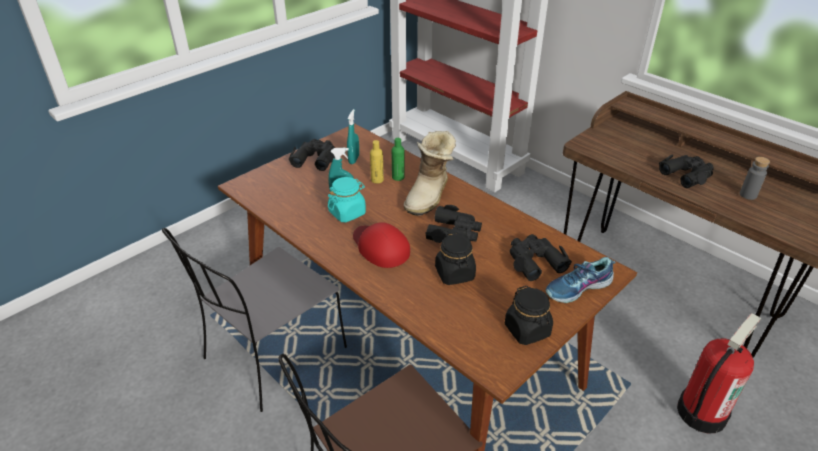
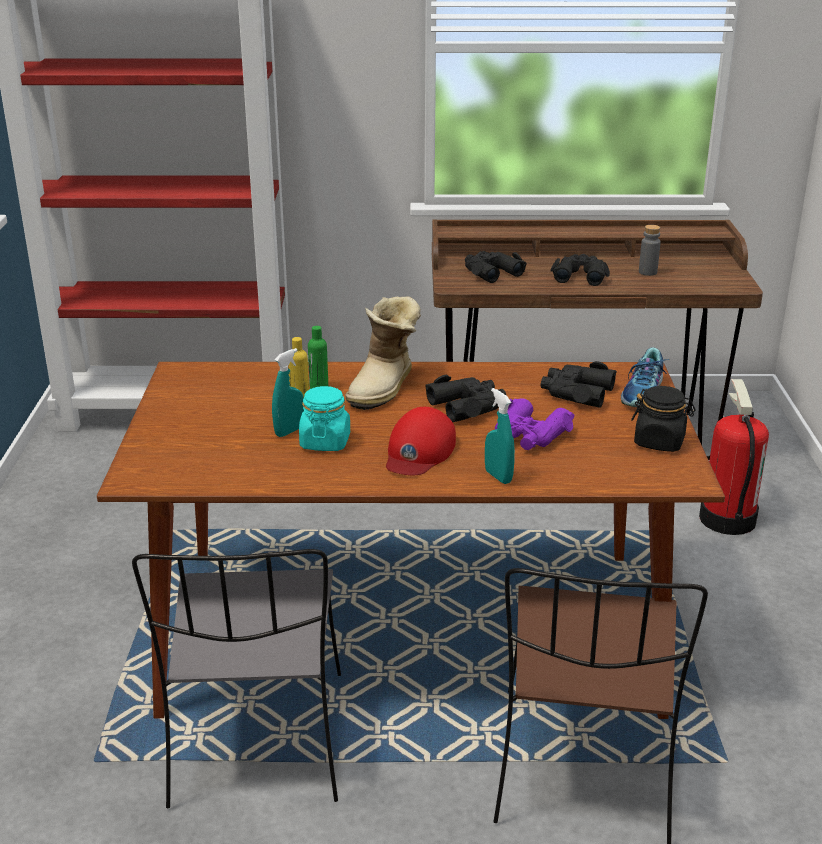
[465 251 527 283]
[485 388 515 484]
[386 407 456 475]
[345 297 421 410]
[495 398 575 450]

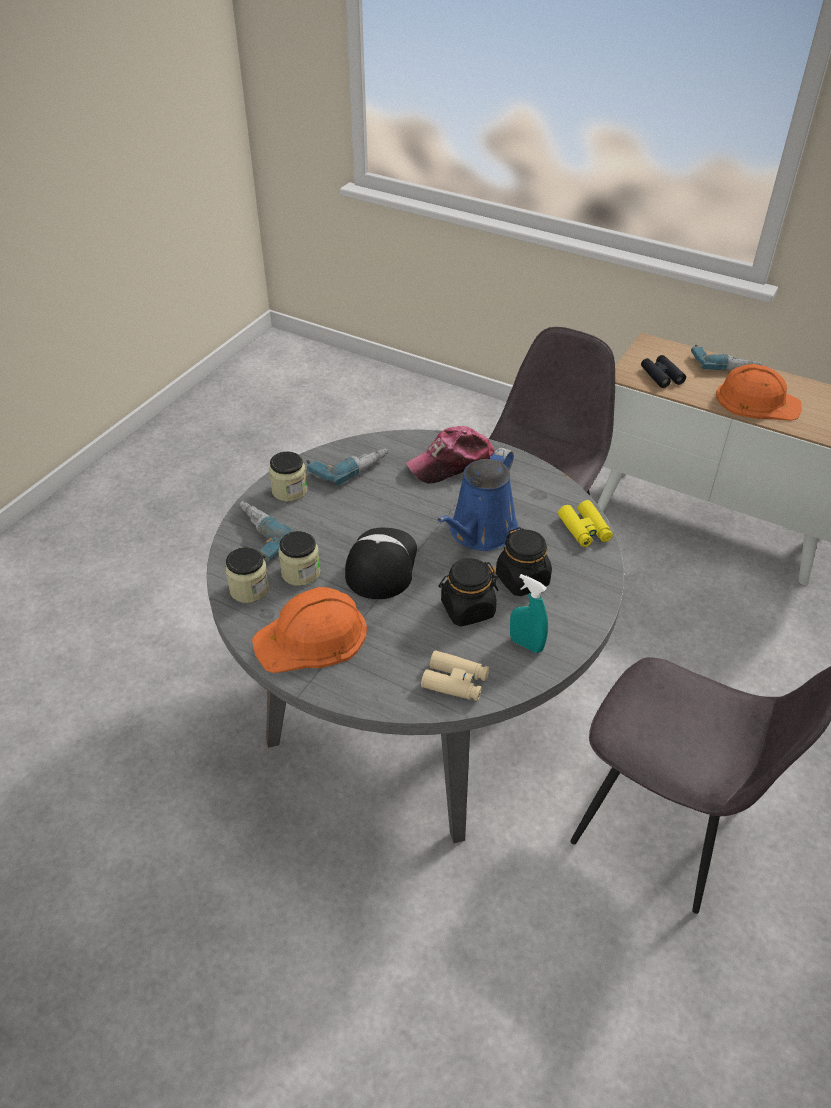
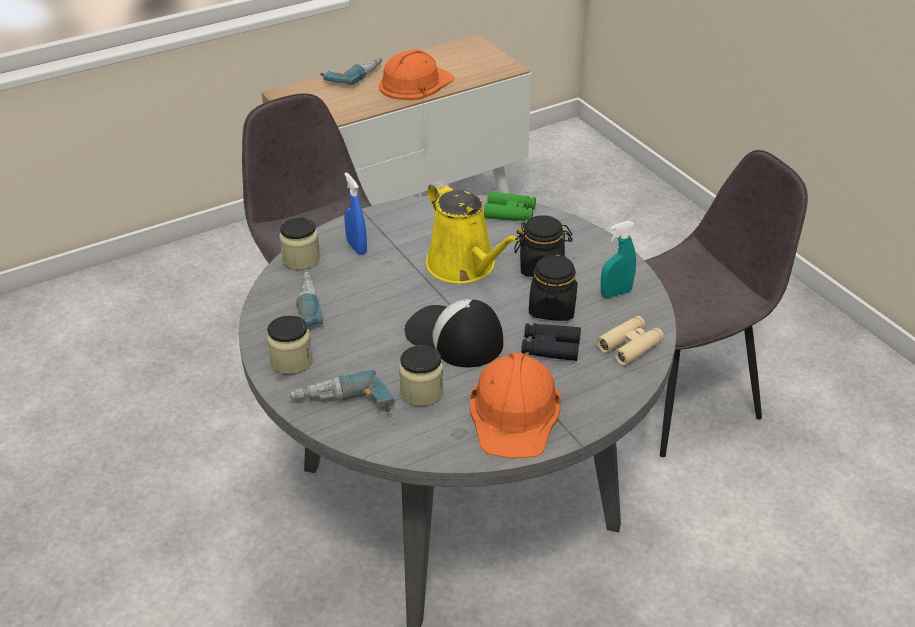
[279 217 320 270]
[344 172 367 255]
[426 181 519 284]
[484 191 536 221]
[521 323 581 361]

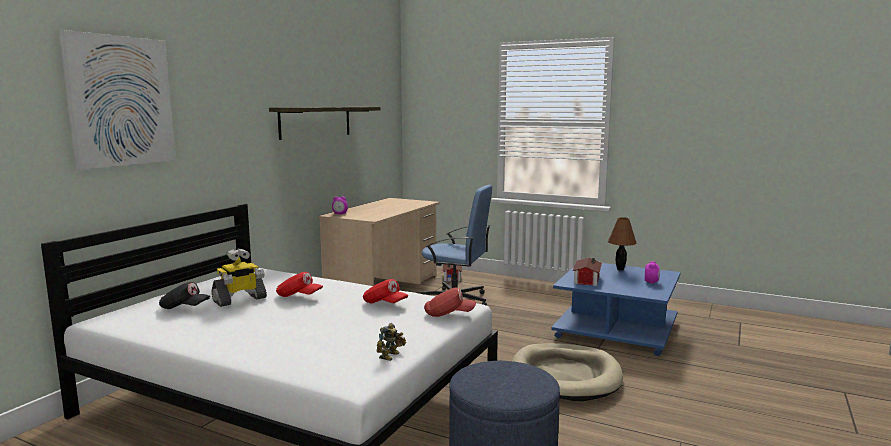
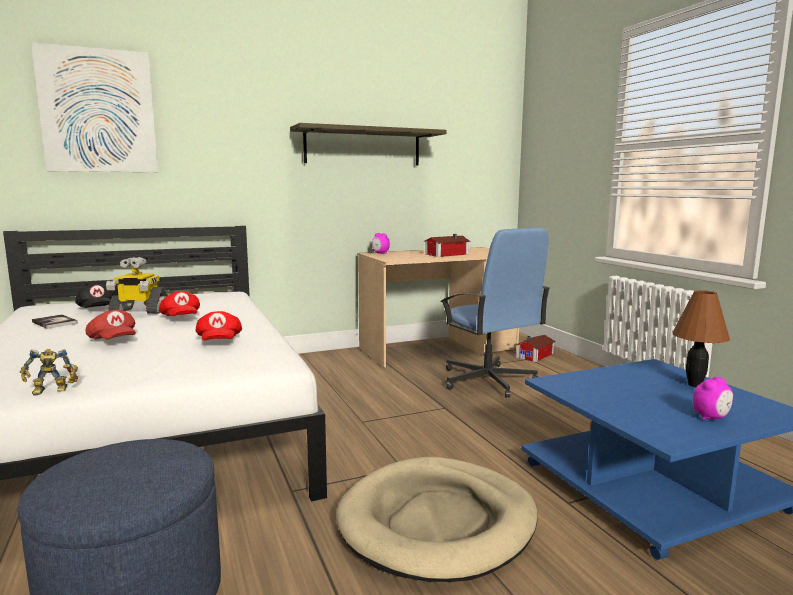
[85 310 136 339]
[425 234 471 257]
[32 314 78 329]

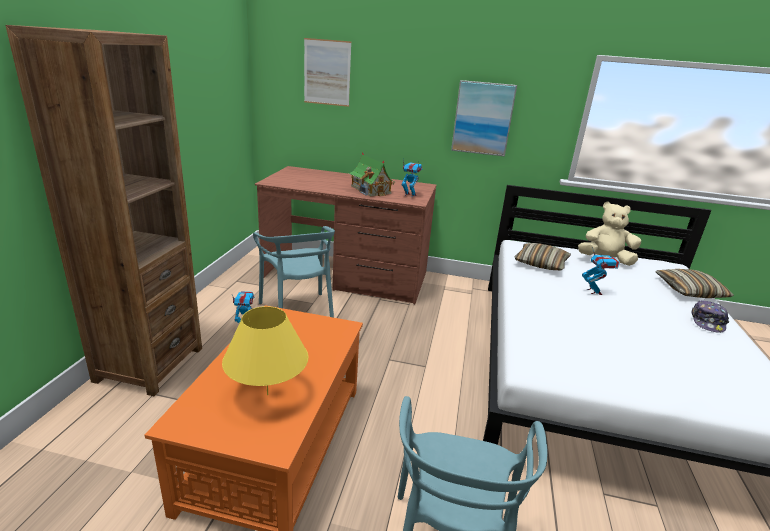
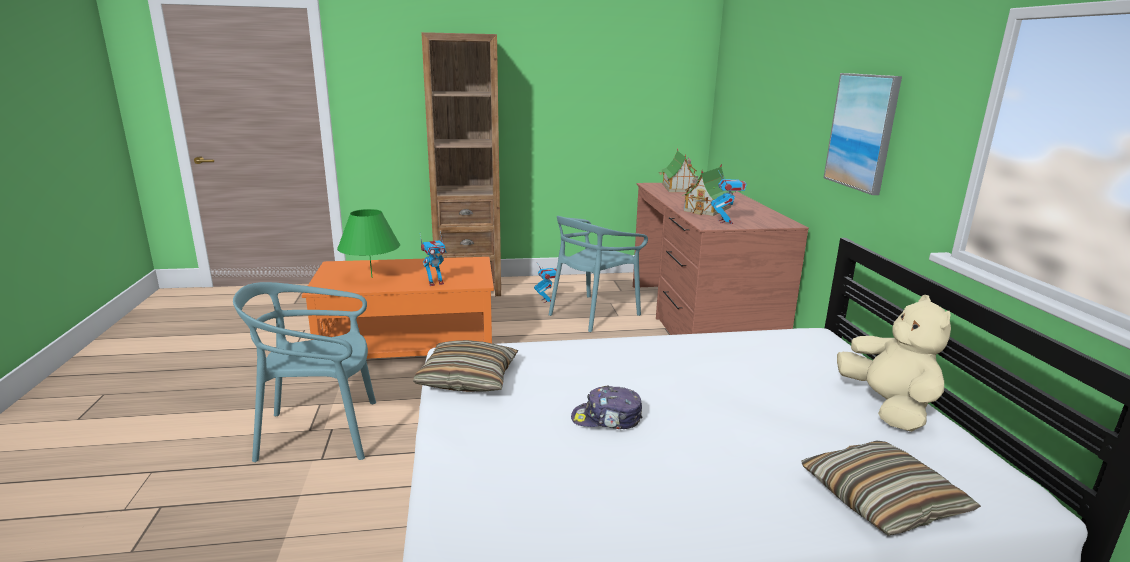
[337 209 400 278]
[304 38 351 107] (first image)
[413 340 518 392]
[420 231 447 286]
[571 386 643 429]
[658 149 699 192]

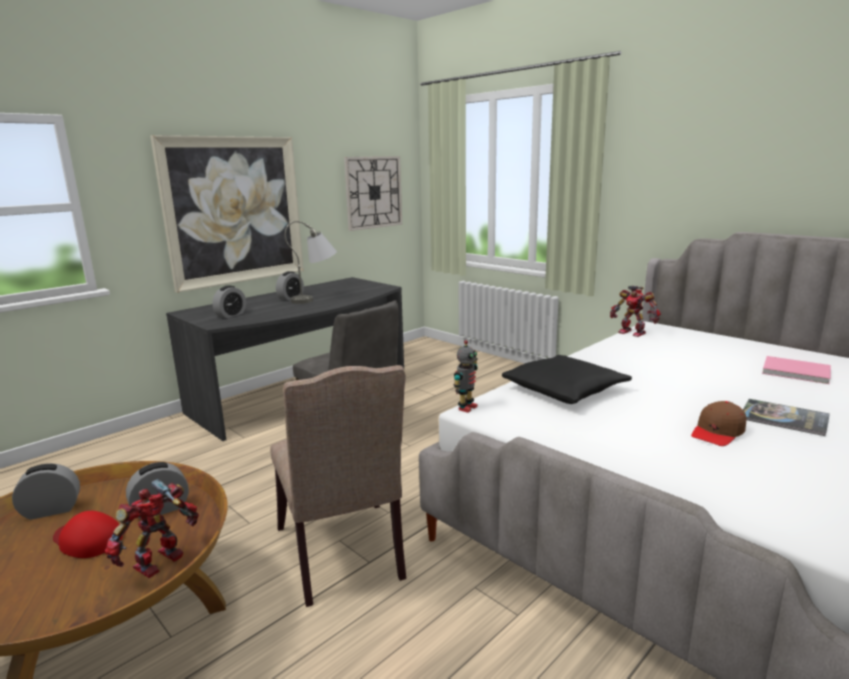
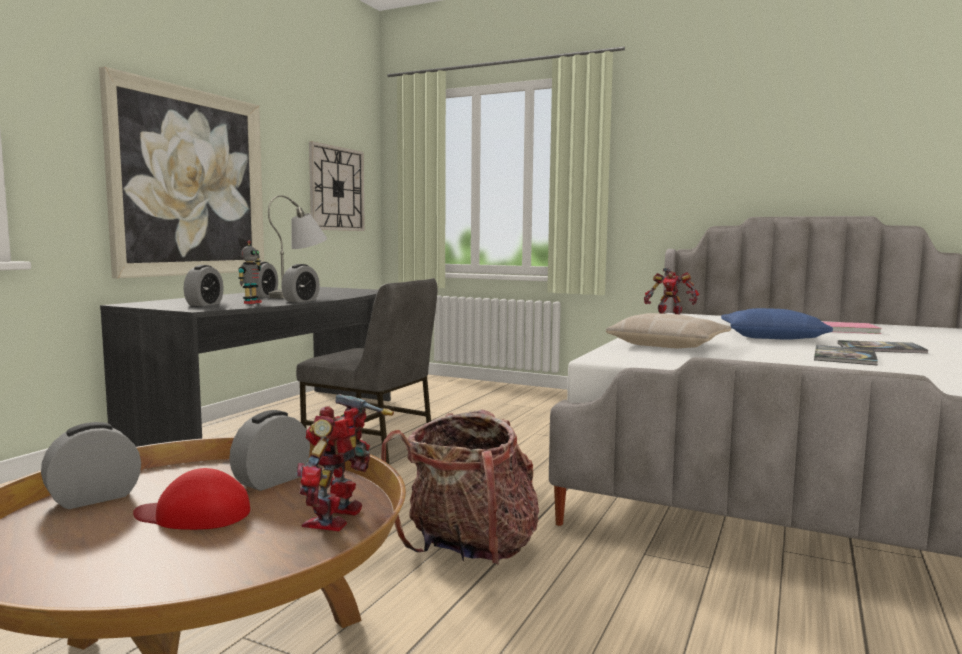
[381 409 539 565]
[238 240 262 304]
[606 313 731 348]
[814 345 878 366]
[281 264 320 302]
[721 308 833 340]

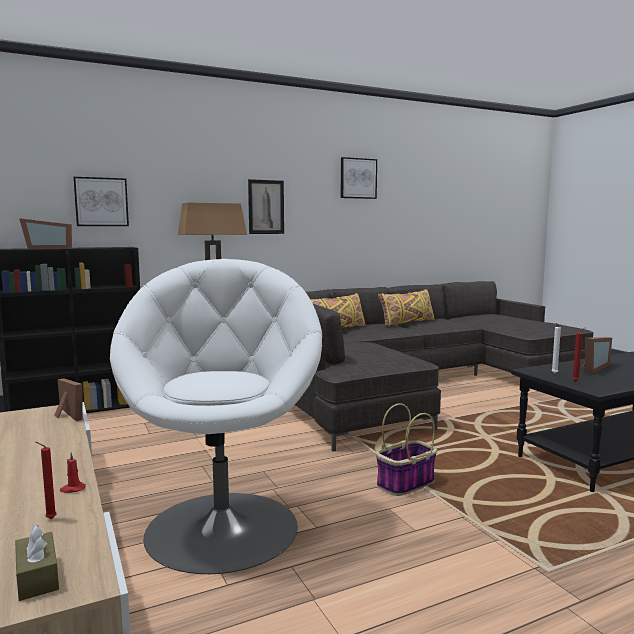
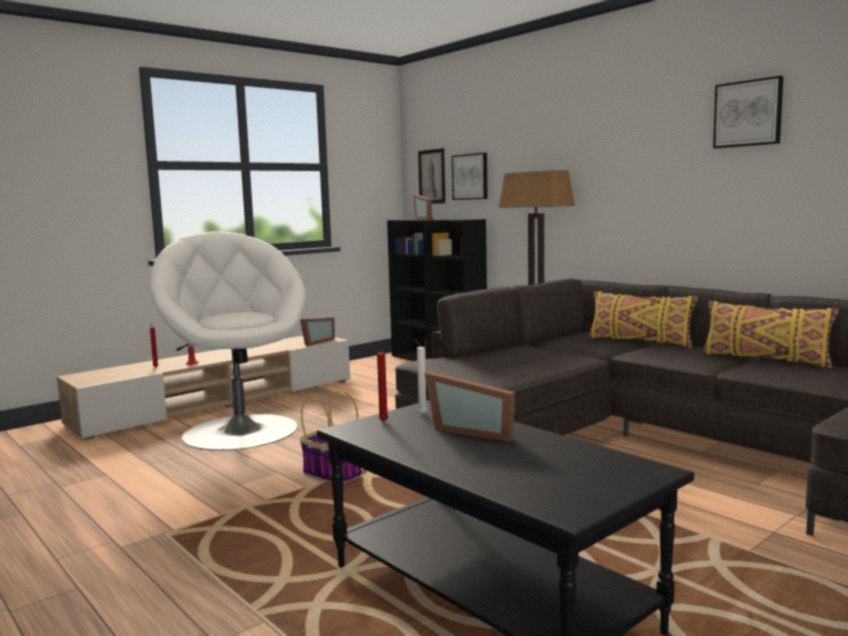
[15 524 59 601] (first image)
[150 231 306 450]
[418 148 445 204]

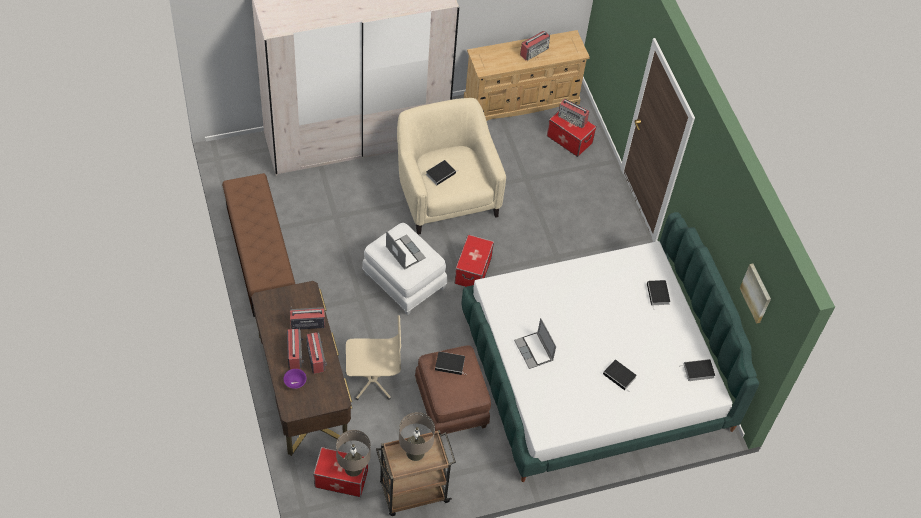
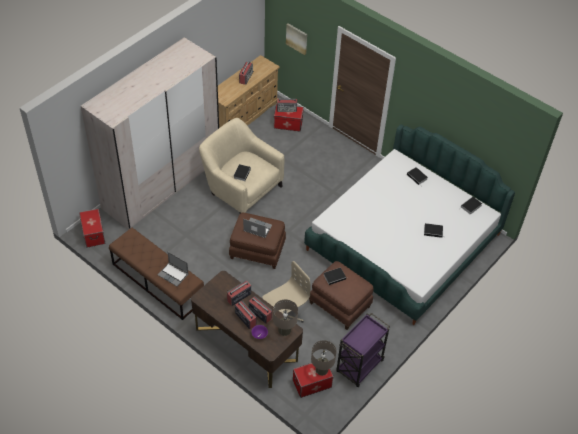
[229 213 286 269]
[336 313 390 387]
[273 300 298 336]
[79 209 105 248]
[157 252 188 287]
[286 23 307 55]

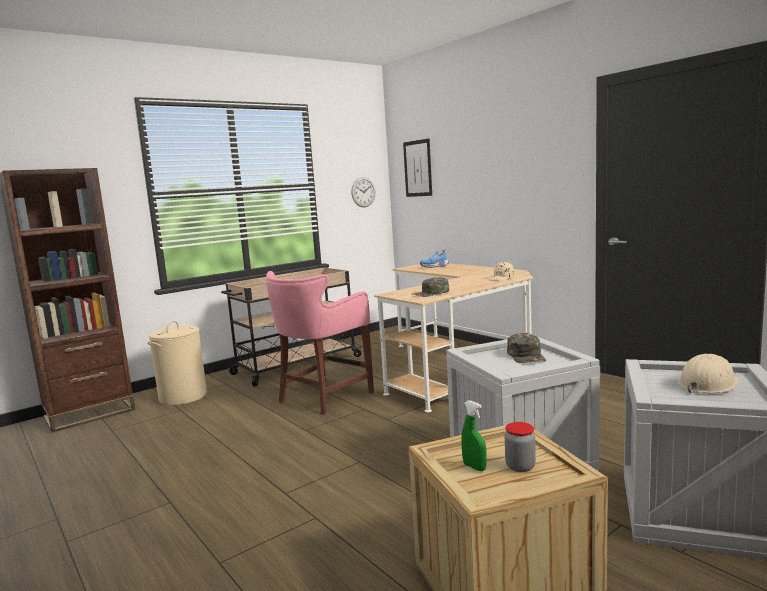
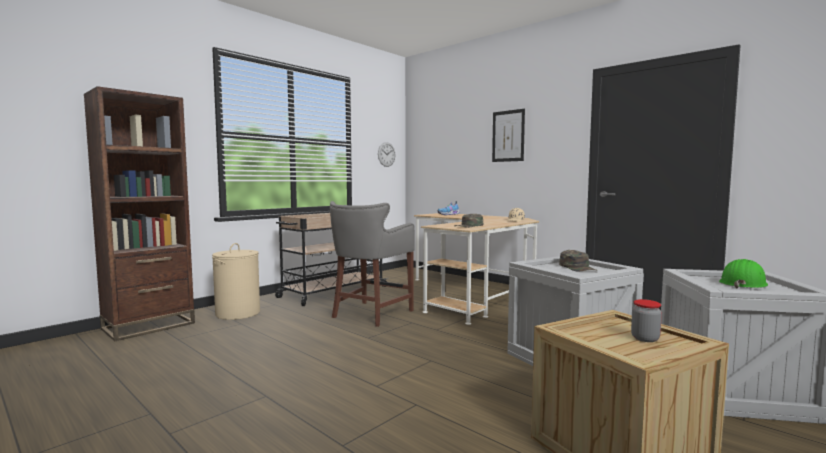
[330 201 415 327]
[492 109 525 162]
[462 400 487 471] (first image)
[719 259 768 289]

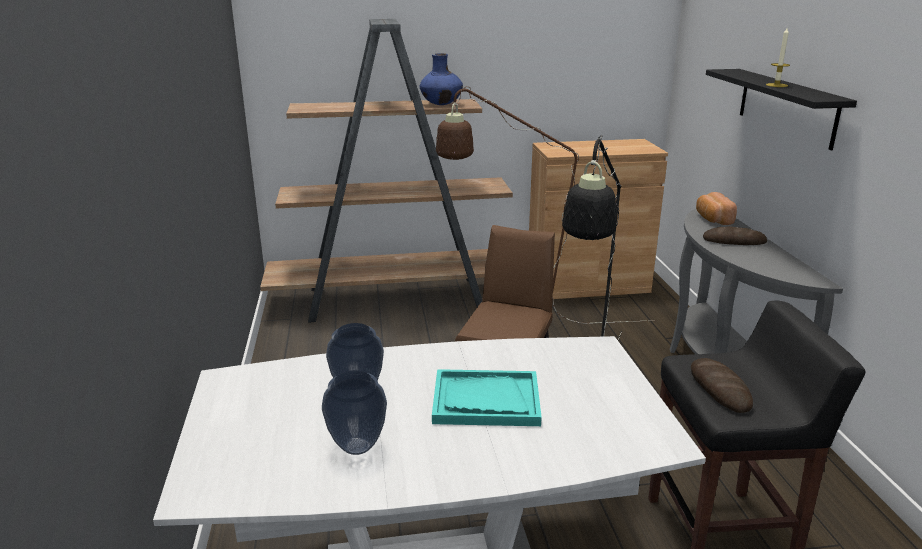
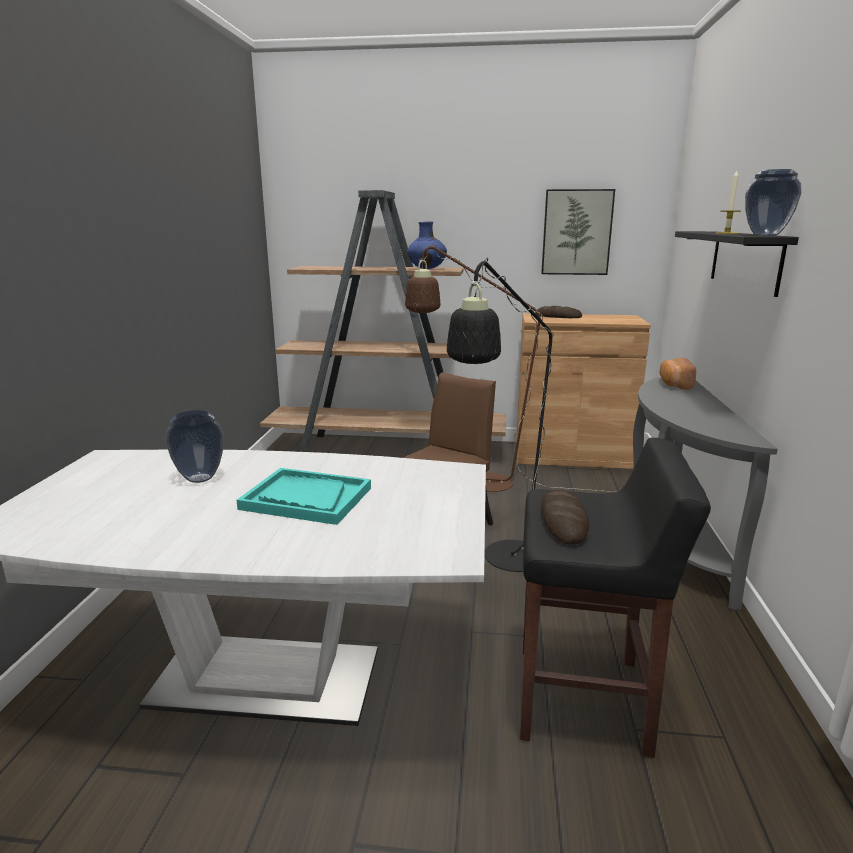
[745 169 801 236]
[535 306 582 318]
[541 189 615 275]

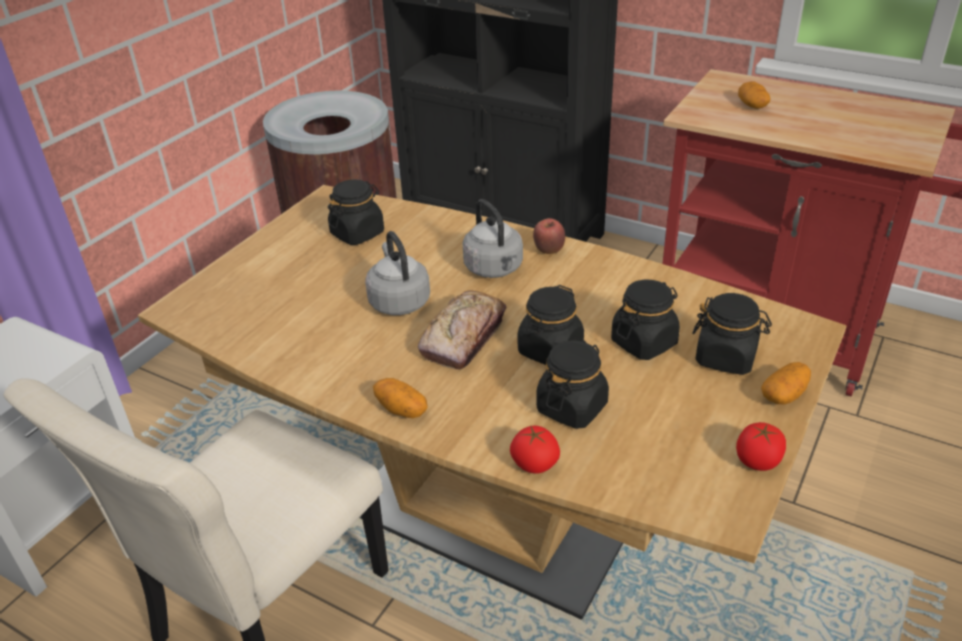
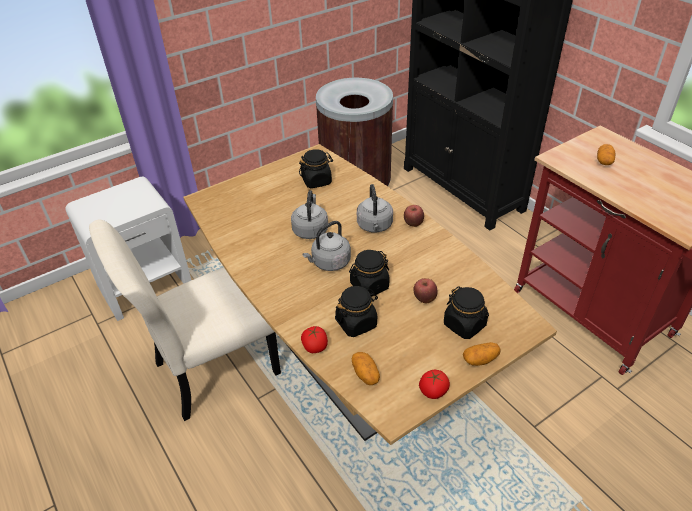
[352 352 380 385]
[302 221 351 271]
[413 278 437 303]

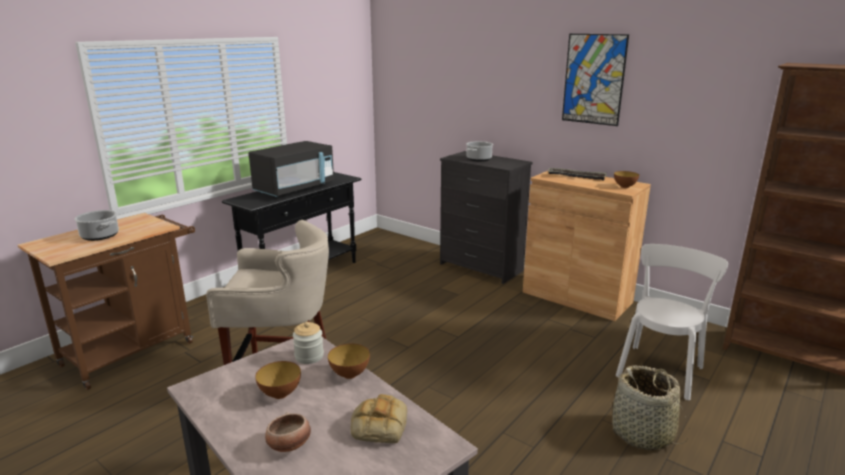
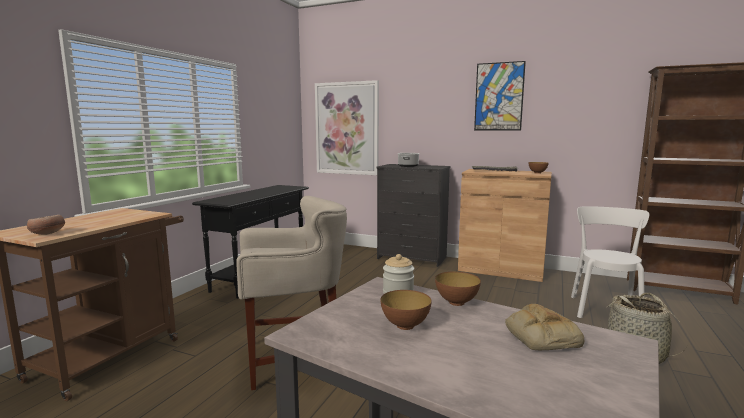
[74 210 119 241] (first image)
[249 141 334 197] (first image)
[27 215 65 235]
[315 80 379 175]

